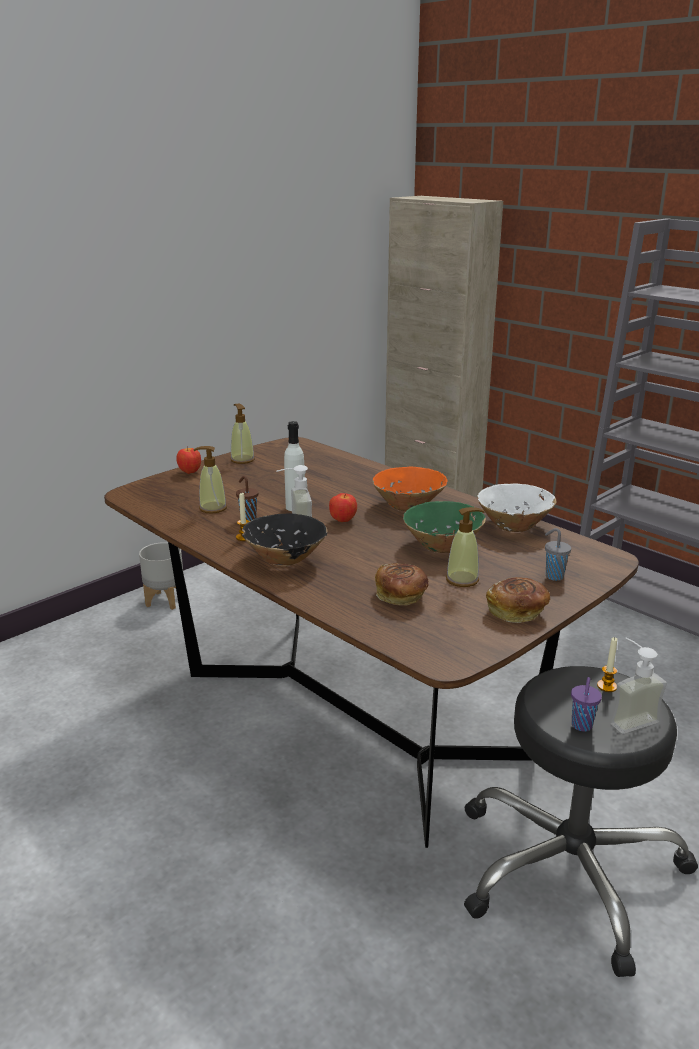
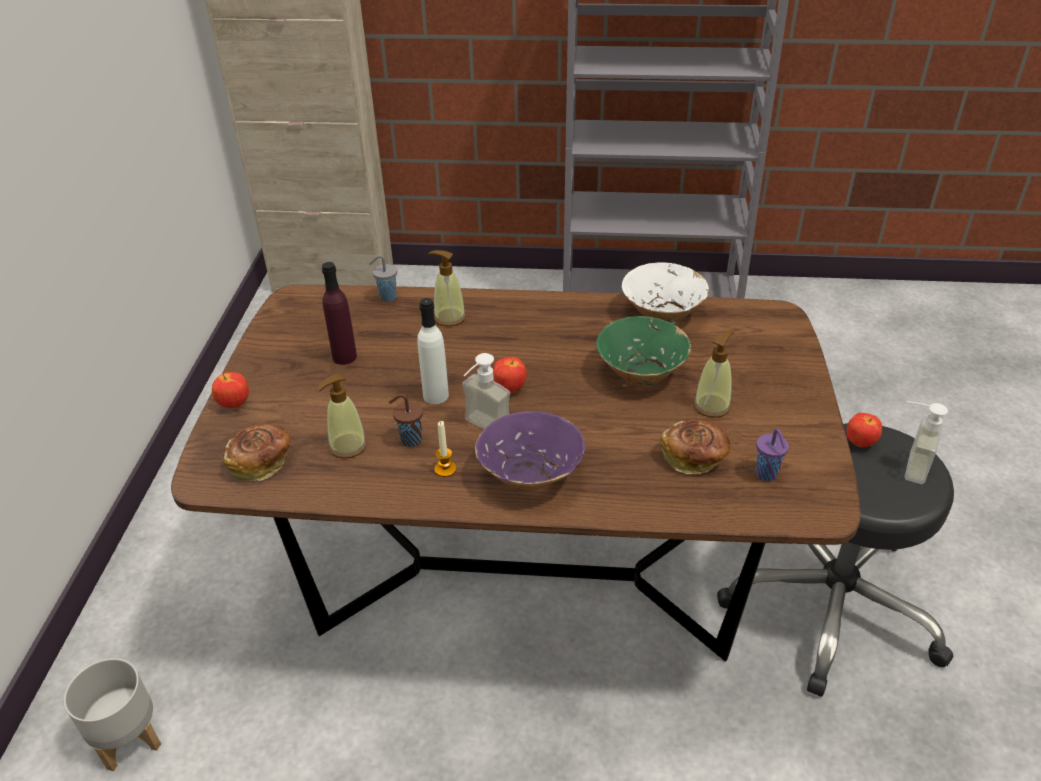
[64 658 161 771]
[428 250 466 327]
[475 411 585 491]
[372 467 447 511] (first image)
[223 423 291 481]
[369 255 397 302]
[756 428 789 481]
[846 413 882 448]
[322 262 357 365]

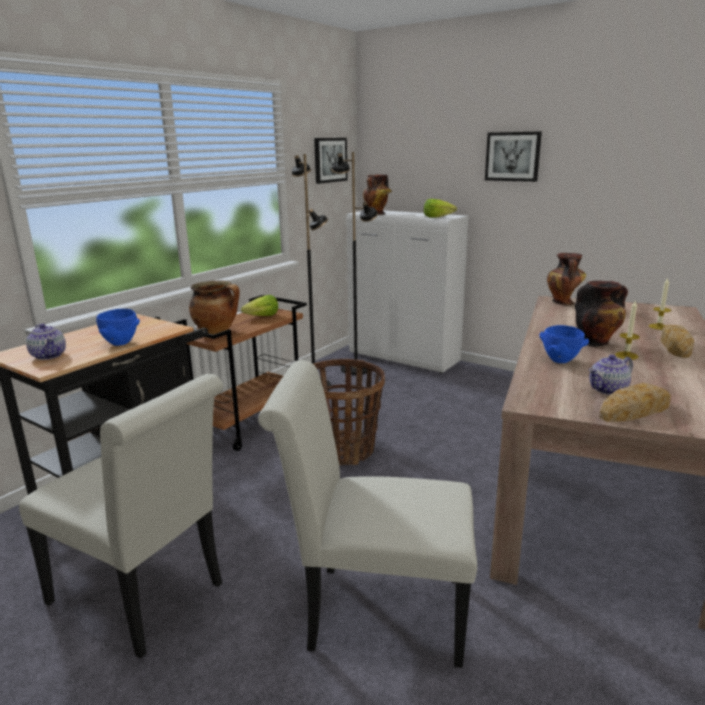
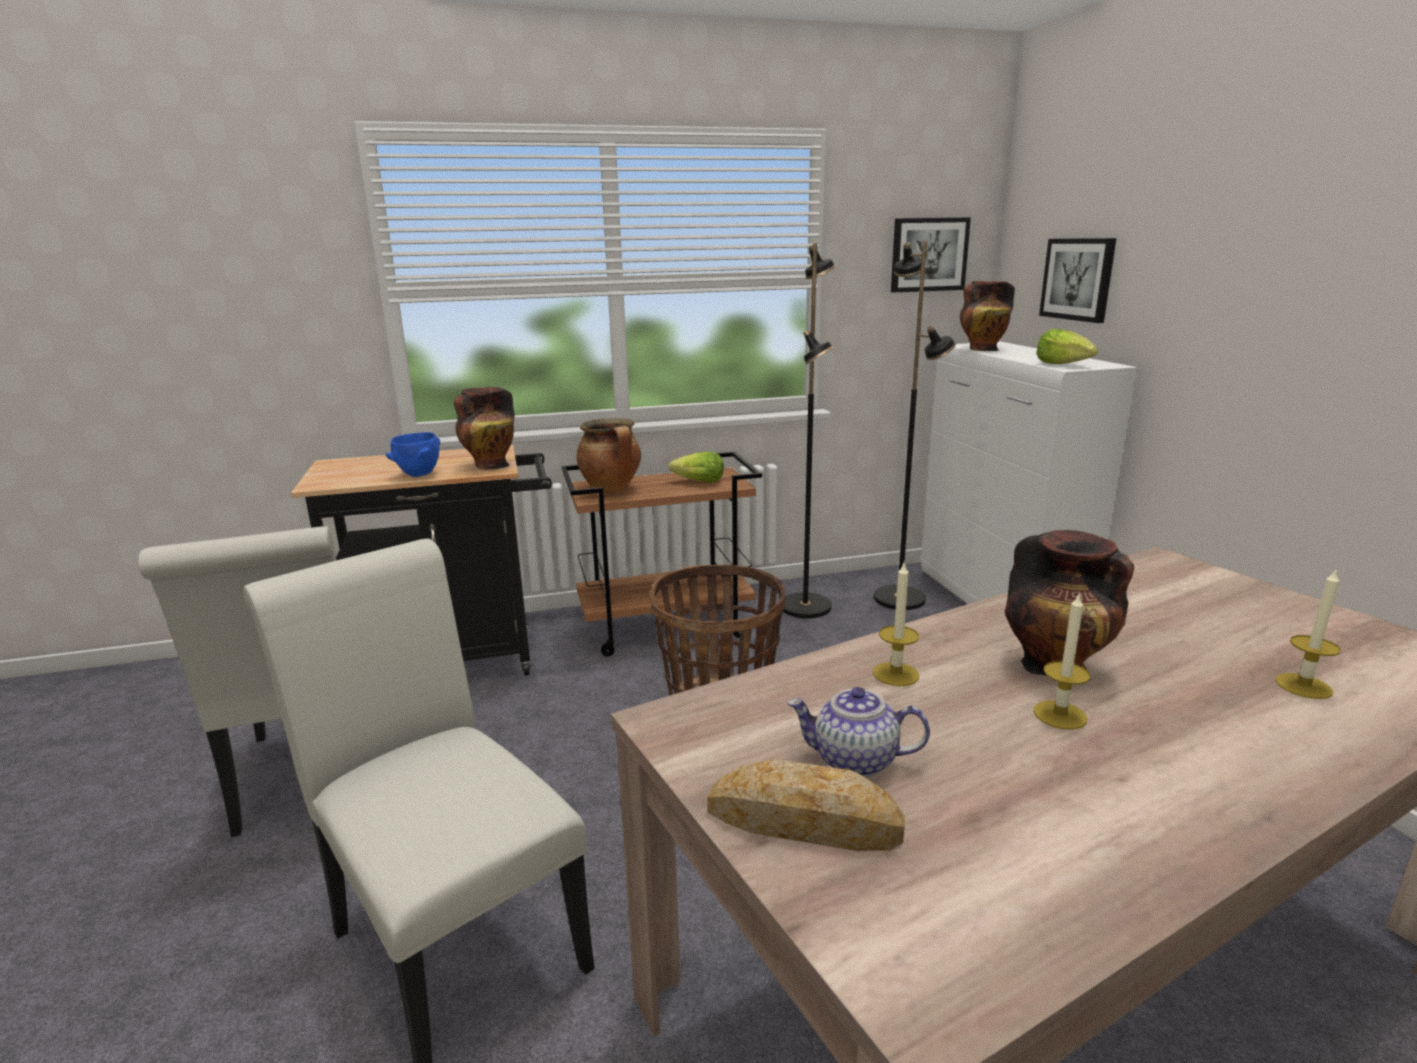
[26 323 66 360] (first image)
[1039 238 1116 323]
[873 563 919 686]
[454 387 515 470]
[660 325 694 358] (first image)

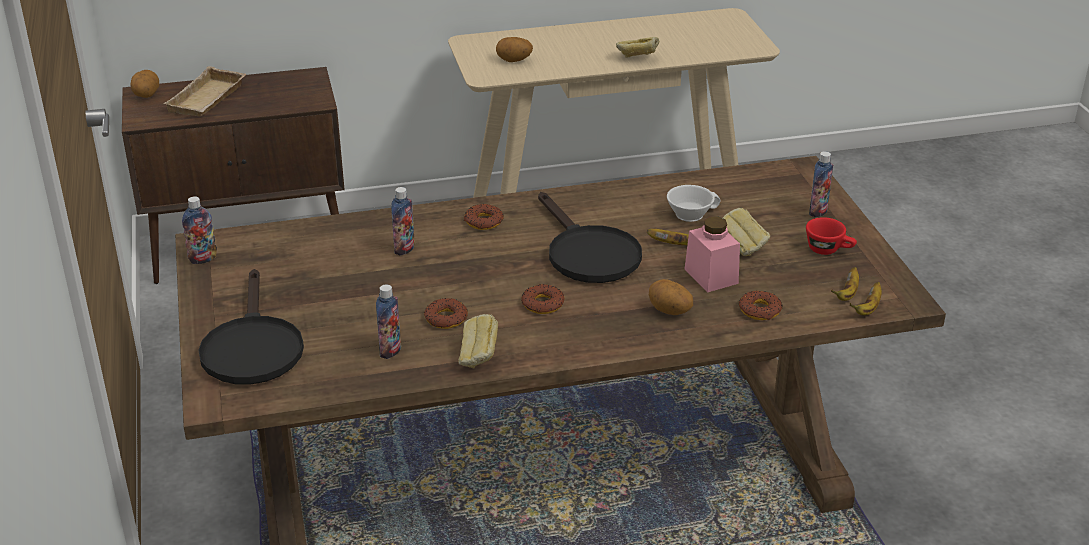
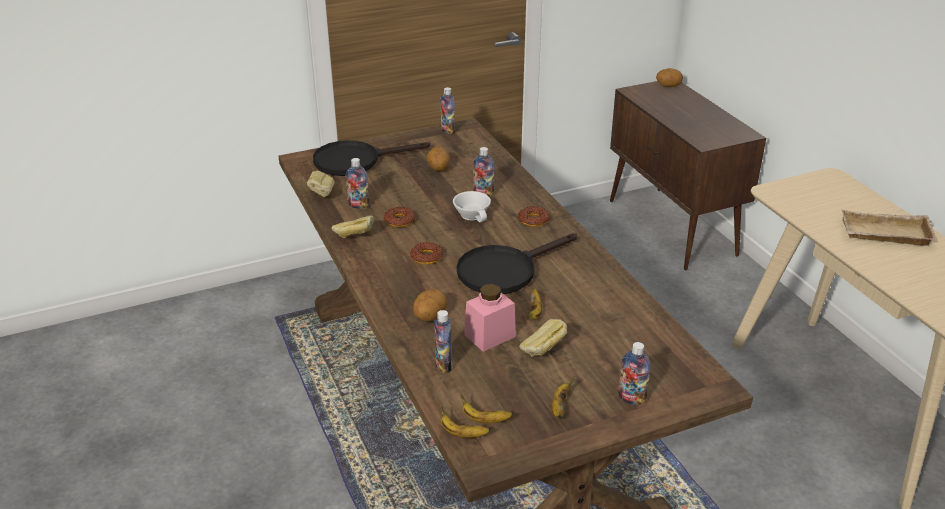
[842 210 937 246]
[427 146 450 171]
[307 171 335 197]
[453 191 491 222]
[434 310 452 373]
[552 376 575 418]

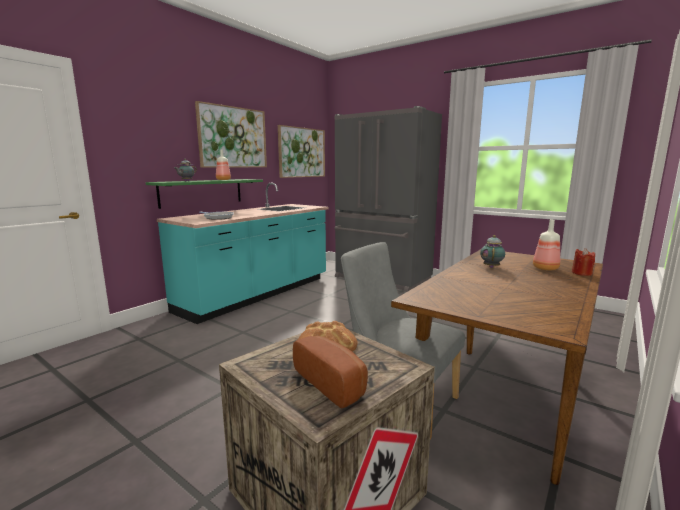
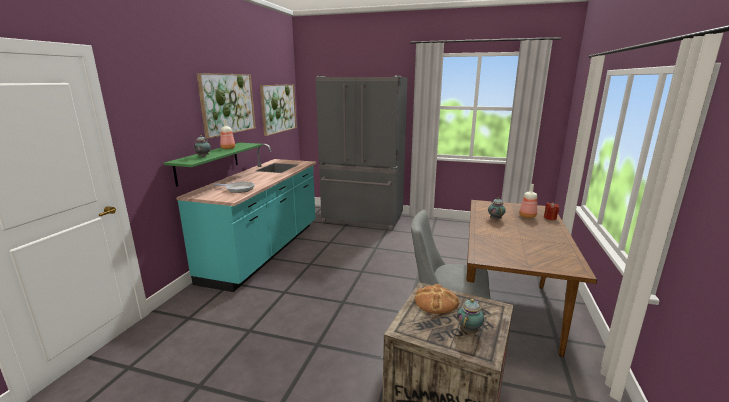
[457 299 484 333]

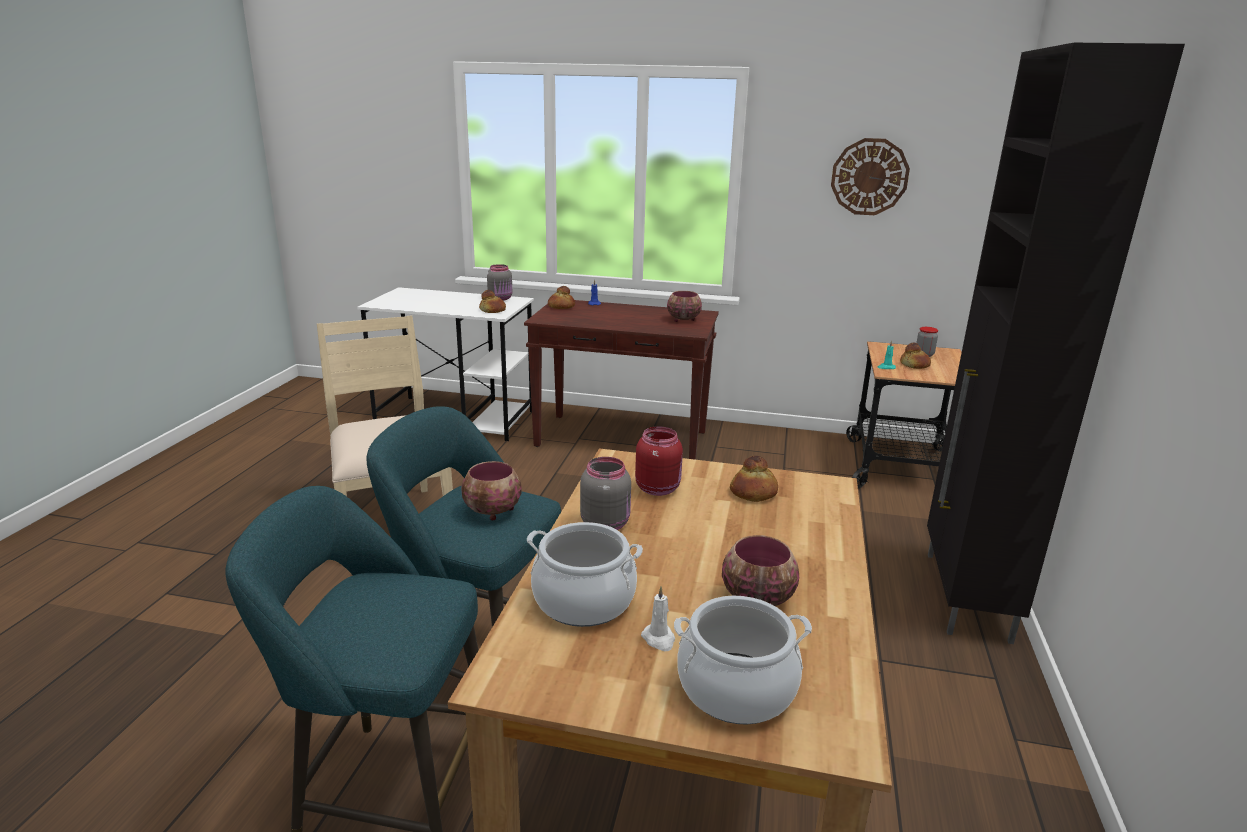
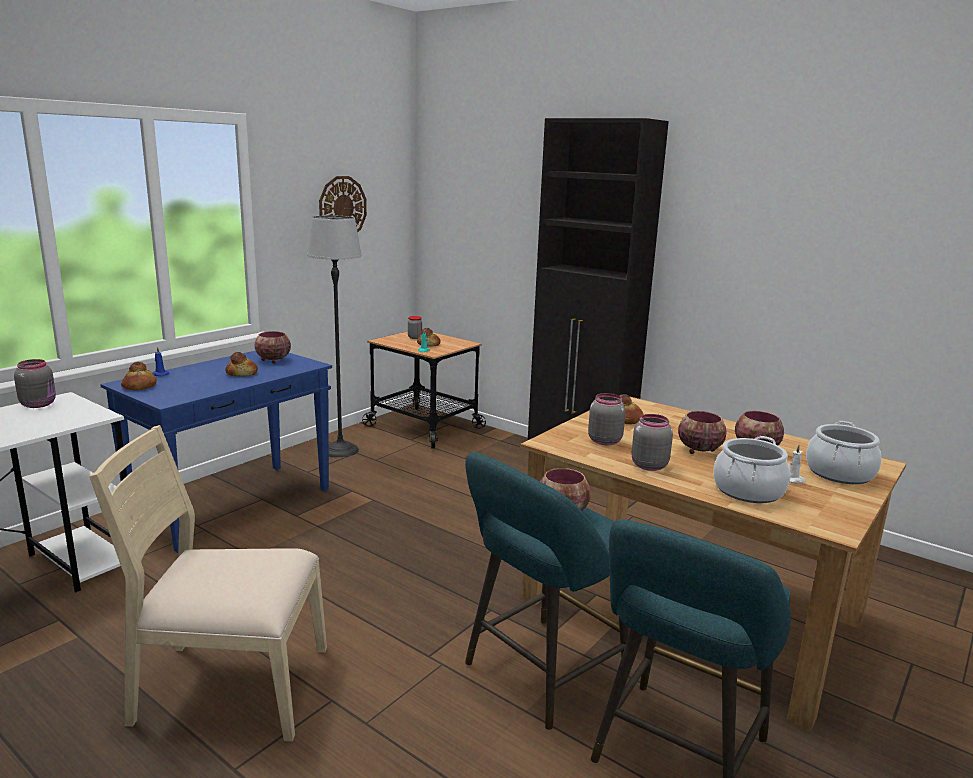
[225 352 258 376]
[100 351 332 553]
[588 393 626 445]
[307 215 362 458]
[678 411 727 454]

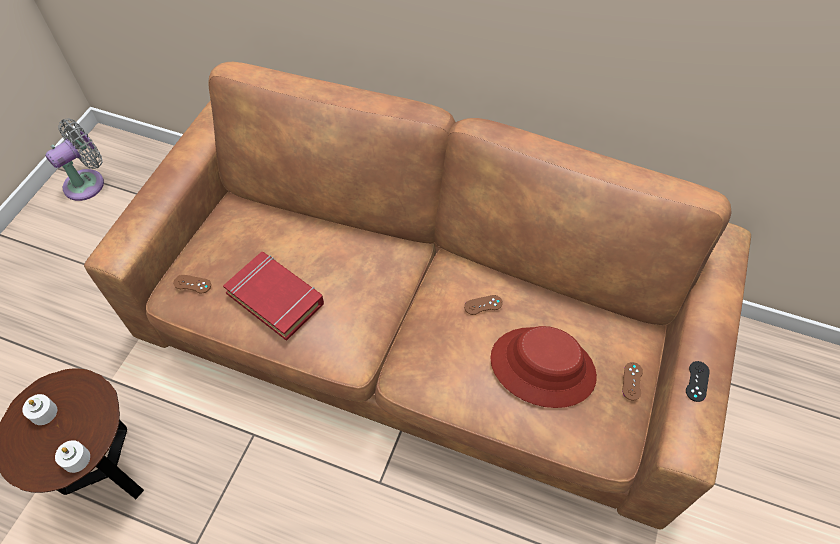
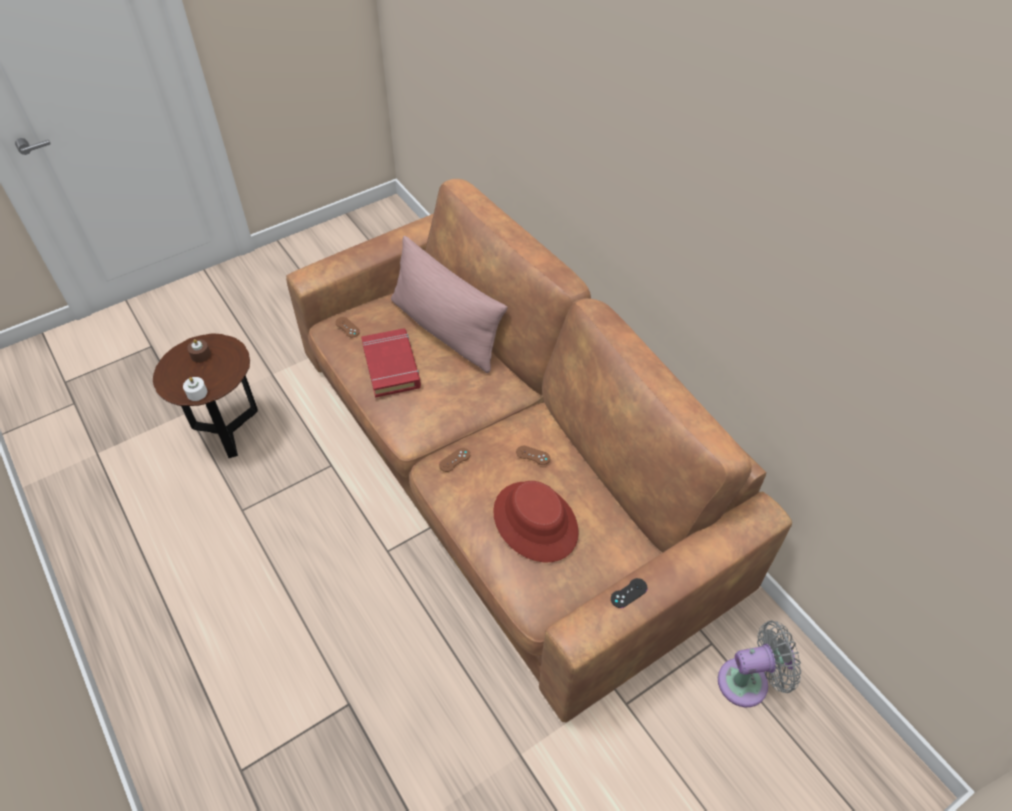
[187 339 211 363]
[718 621 801 707]
[439 448 470 472]
[391 236 507 373]

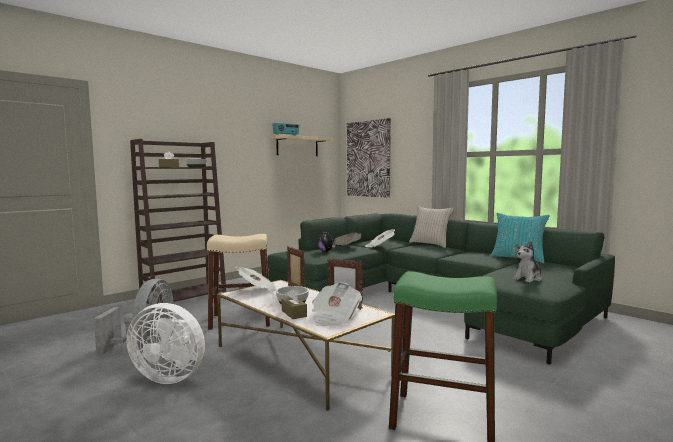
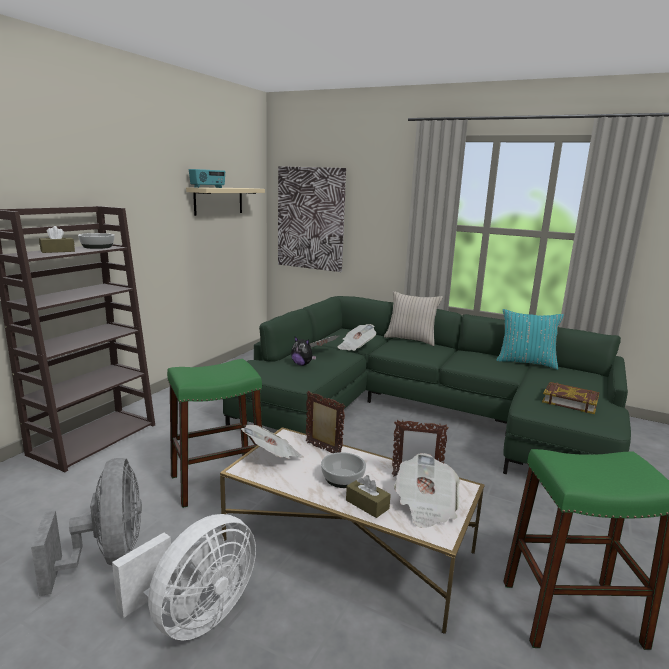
[112 514 256 640]
[167 359 262 508]
[542 382 600 414]

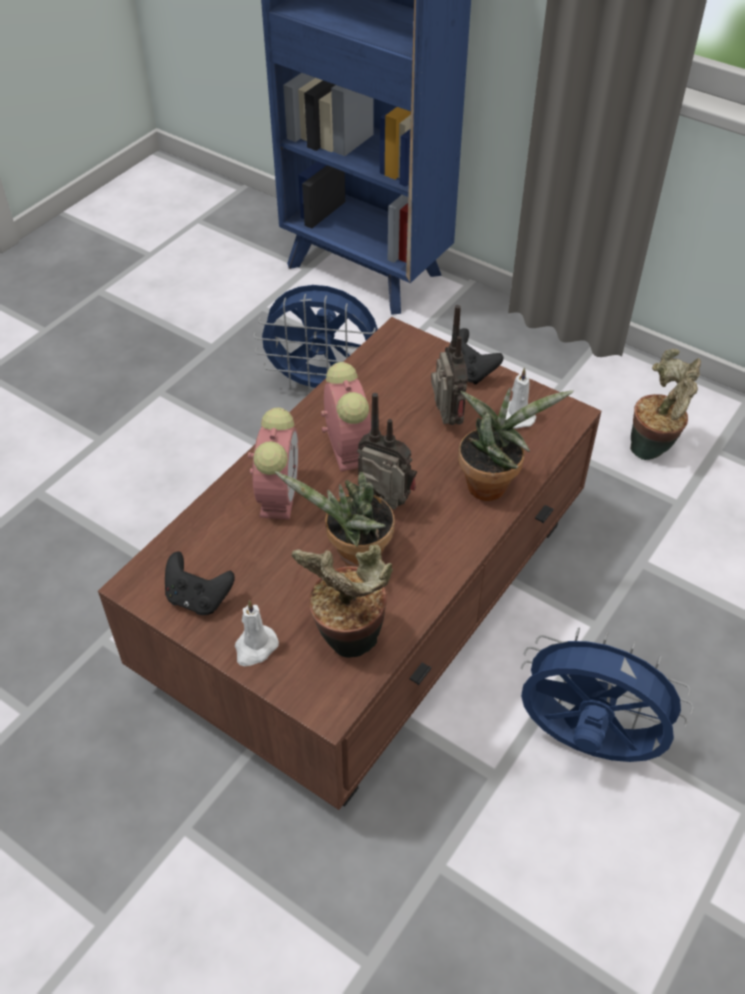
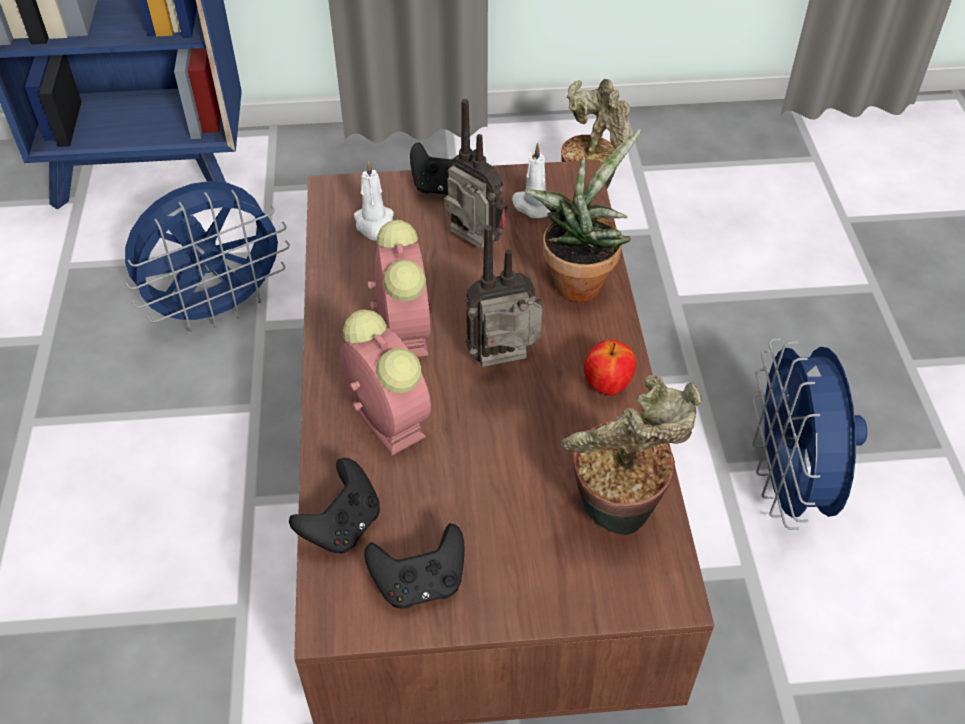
[354 160 394 240]
[275 471 395 567] (first image)
[367 220 431 357]
[752 338 867 530]
[289 458 380 554]
[584 339 636 396]

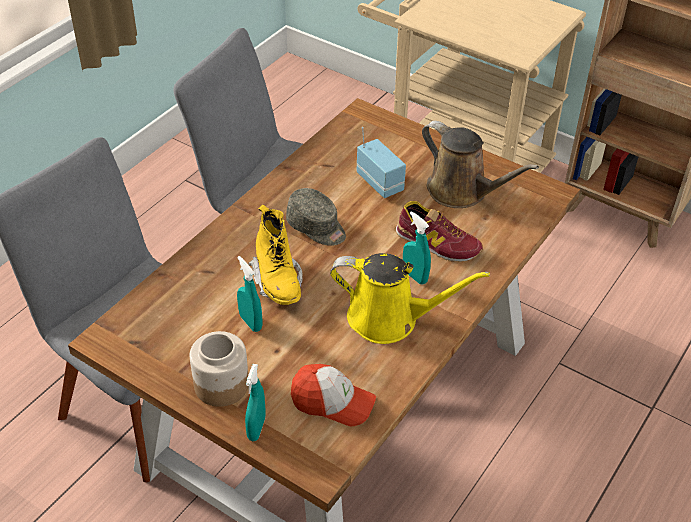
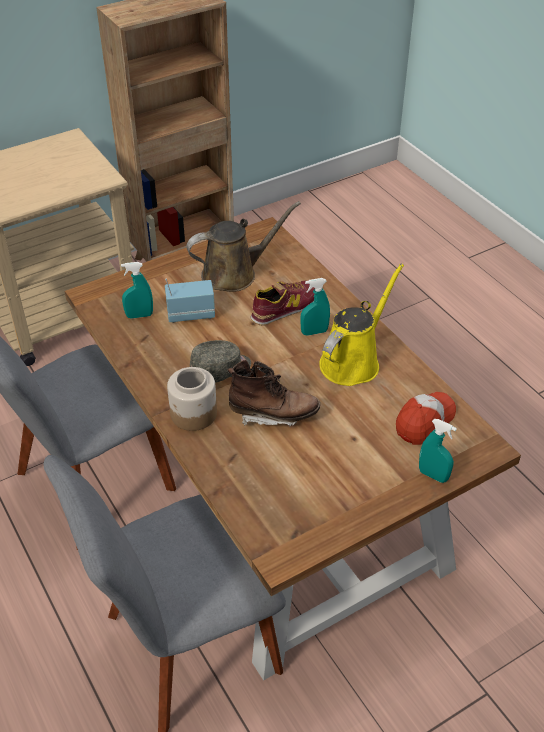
[167 367 217 431]
[121 262 153 319]
[227 360 320 427]

